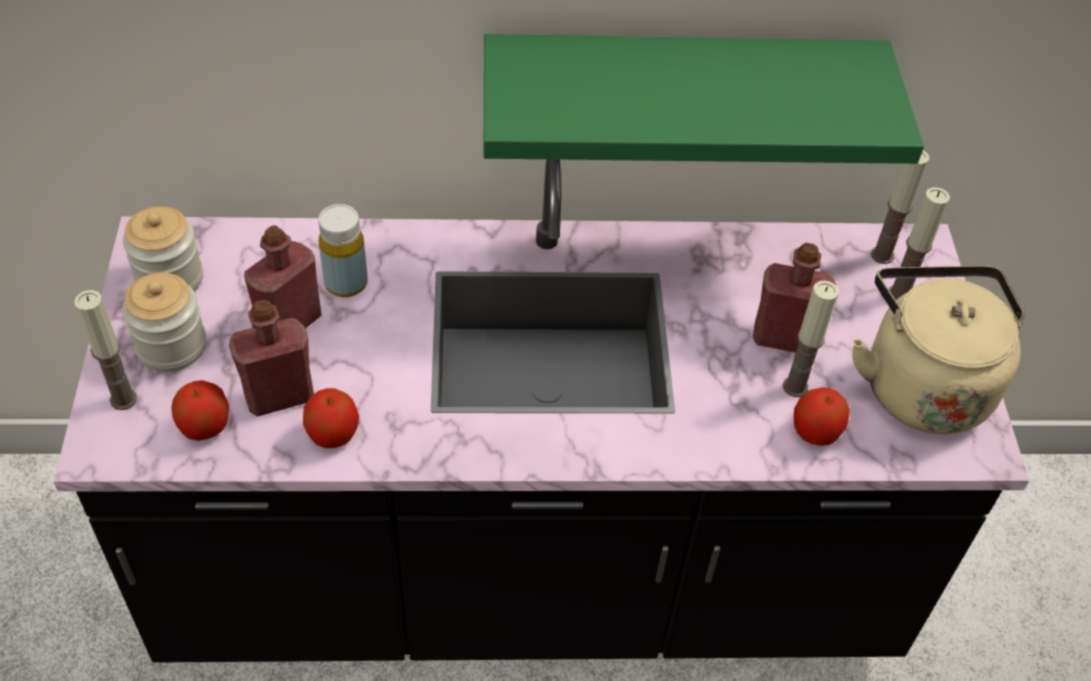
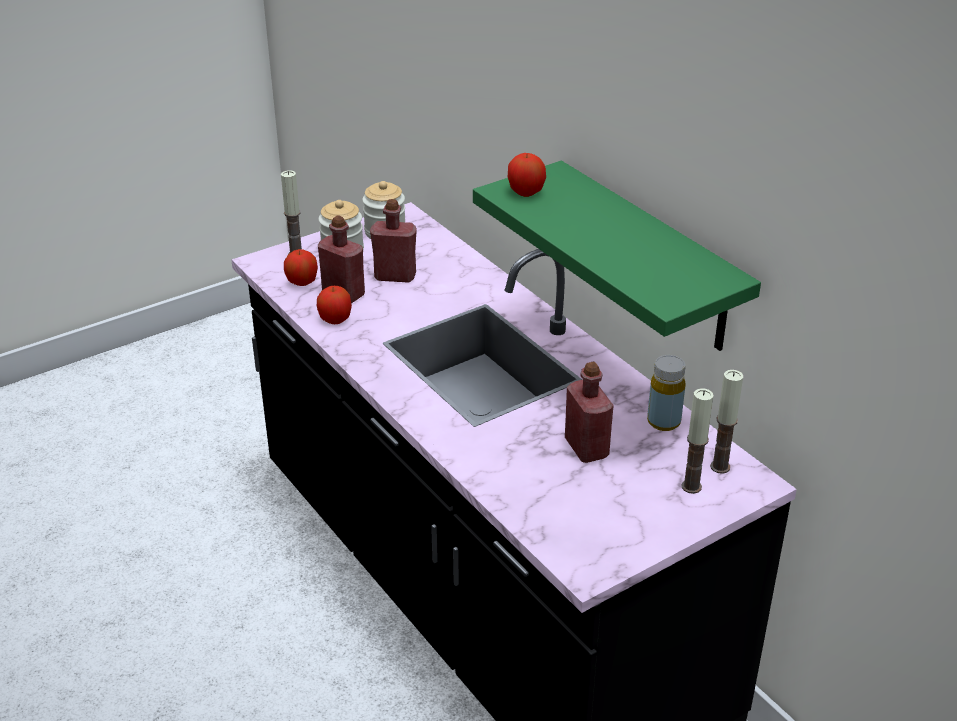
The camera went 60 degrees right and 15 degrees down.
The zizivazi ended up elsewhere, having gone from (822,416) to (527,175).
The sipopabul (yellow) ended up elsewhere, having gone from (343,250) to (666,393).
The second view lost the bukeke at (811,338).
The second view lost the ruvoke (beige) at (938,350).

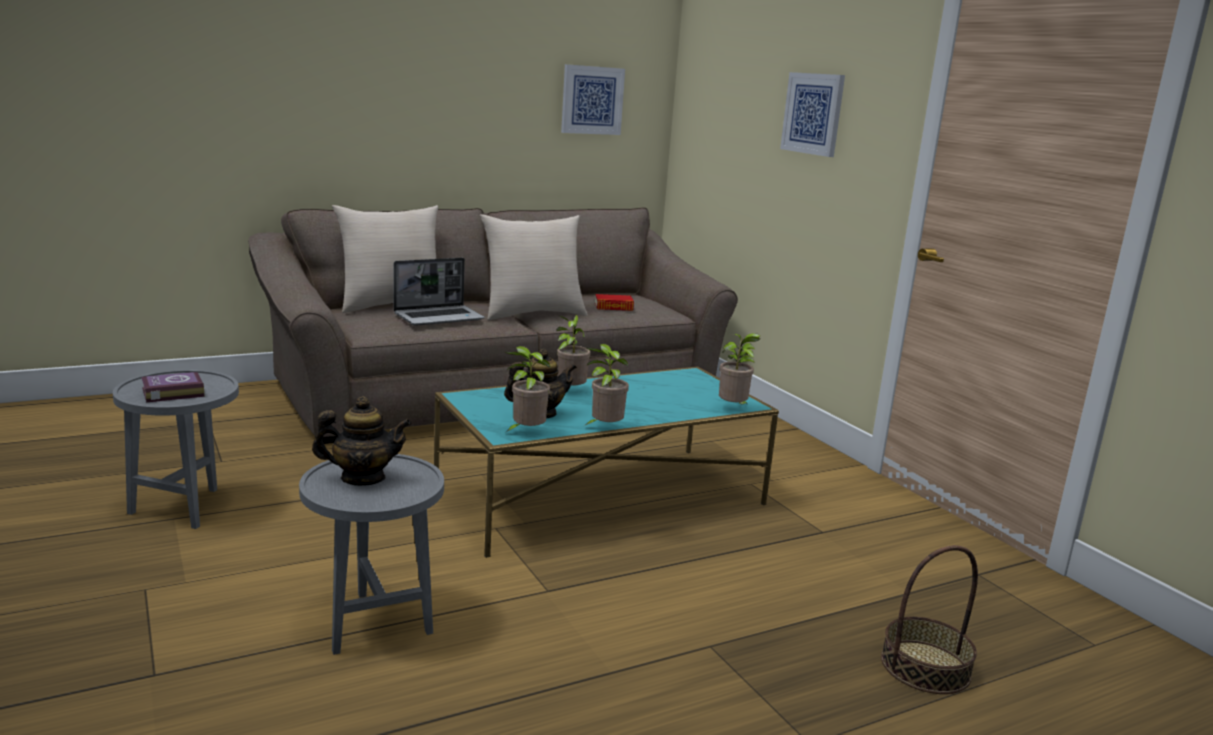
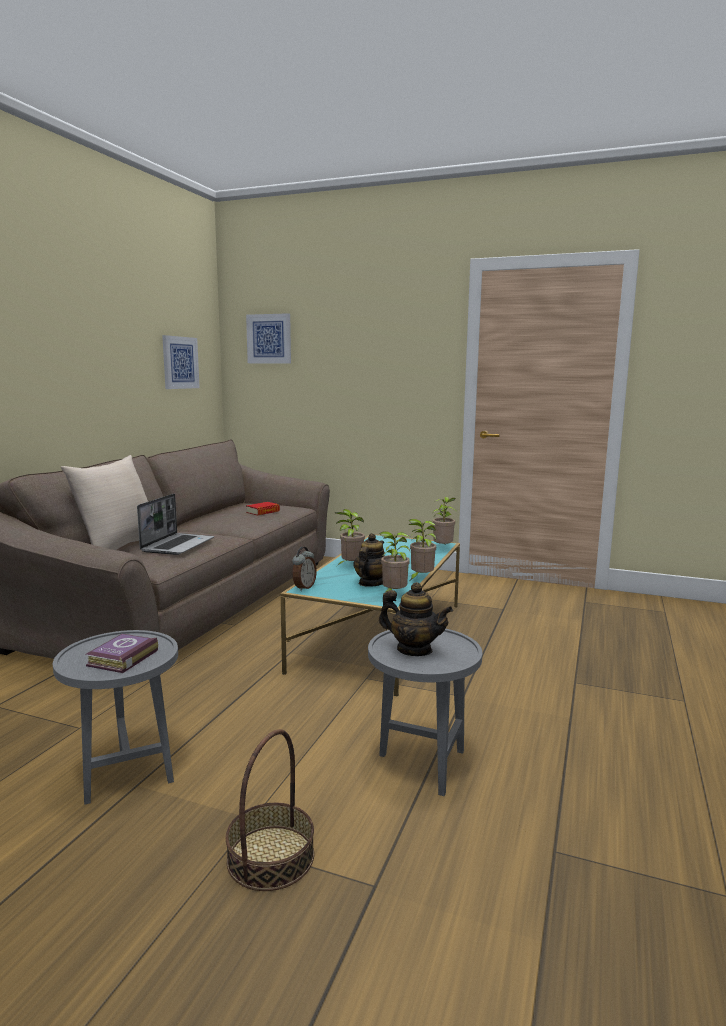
The camera went 40 degrees left and 5 degrees down.
The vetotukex ended up elsewhere, having gone from (929,619) to (270,810).
The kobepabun ended up elsewhere, having gone from (812,114) to (268,338).
The second view gained the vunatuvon at (304,569).
The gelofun at (361,441) ended up facing another way, 75 degrees clockwise from before.
The second view lost the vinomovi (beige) at (534,267).

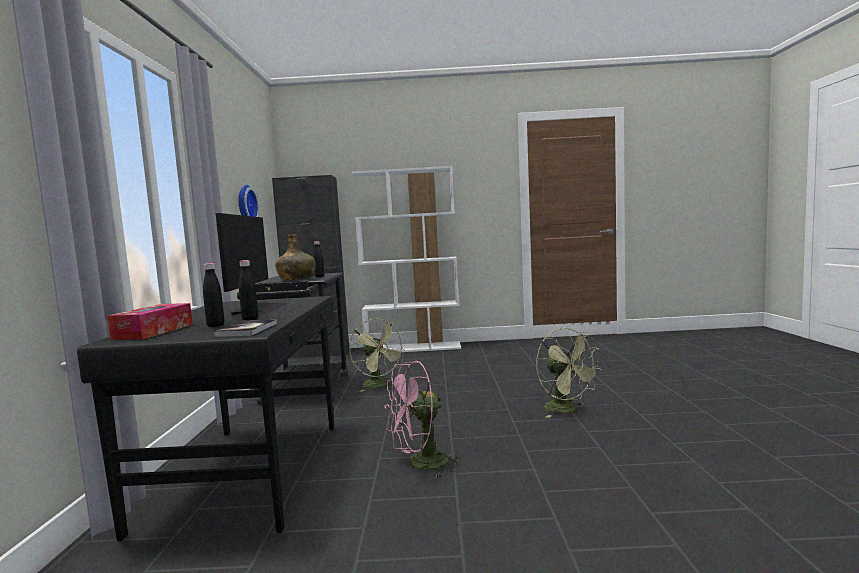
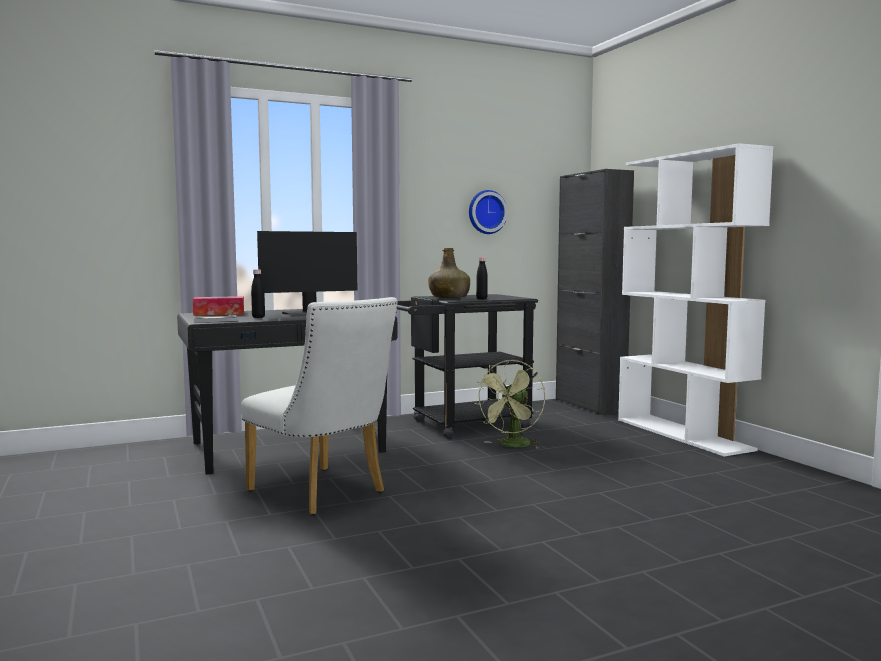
The camera went 65 degrees right and 0 degrees up.
Where the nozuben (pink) stood at (423,419), the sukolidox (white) came to stand at (319,406).
The second view lost the sipopabul (black) at (214,295).
The second view lost the nozuben (green) at (569,373).

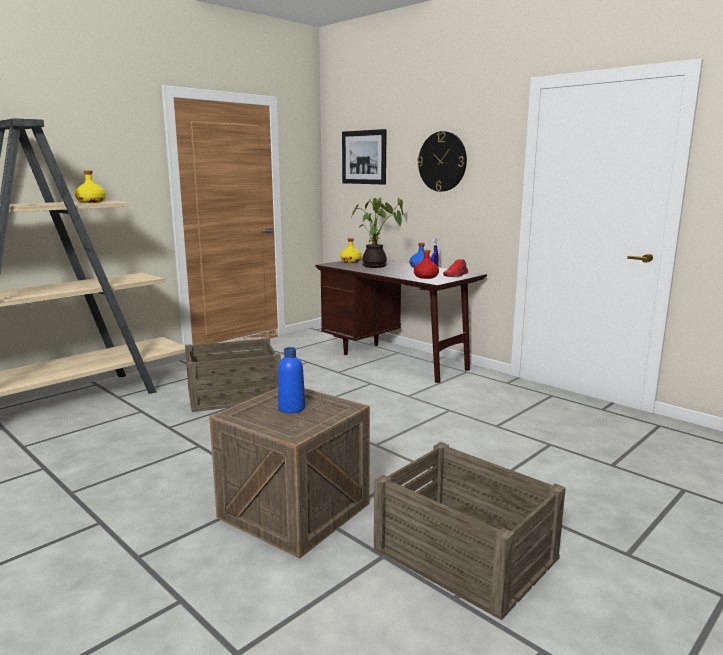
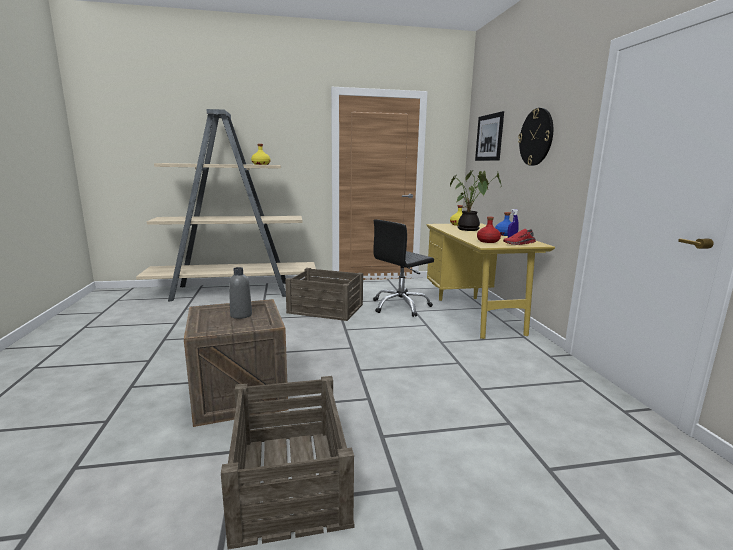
The camera went 35 degrees right and 0 degrees up.
What was the sipopabul (blue) at (291,380) turned into the sipopabul (grey) at (240,293).
The second view gained the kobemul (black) at (403,268).
What was the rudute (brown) at (401,320) turned into the rudute (yellow) at (491,281).

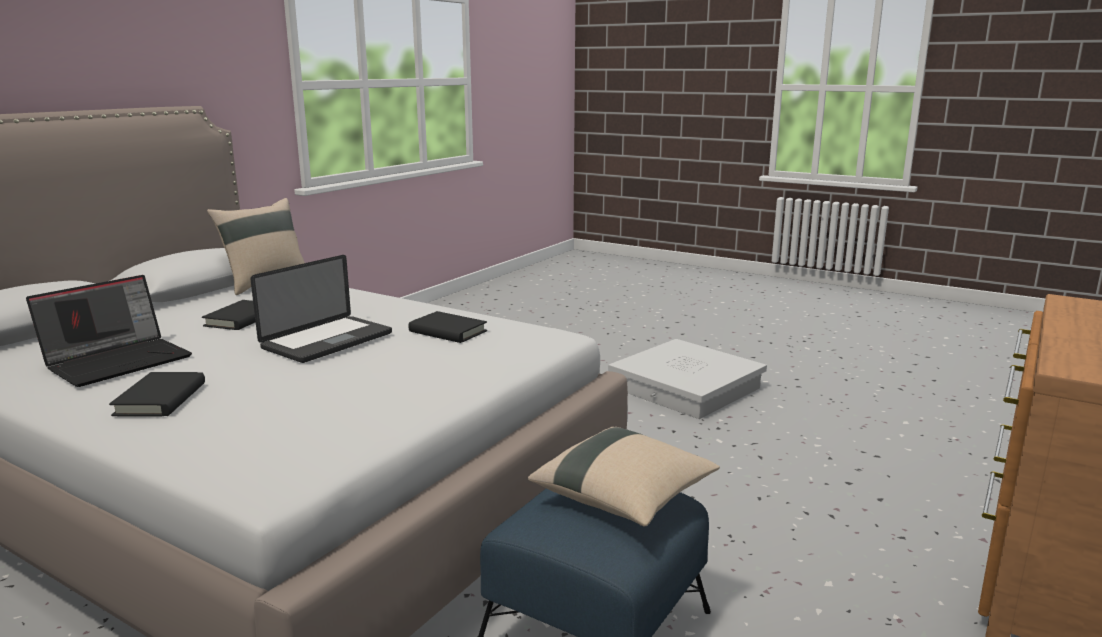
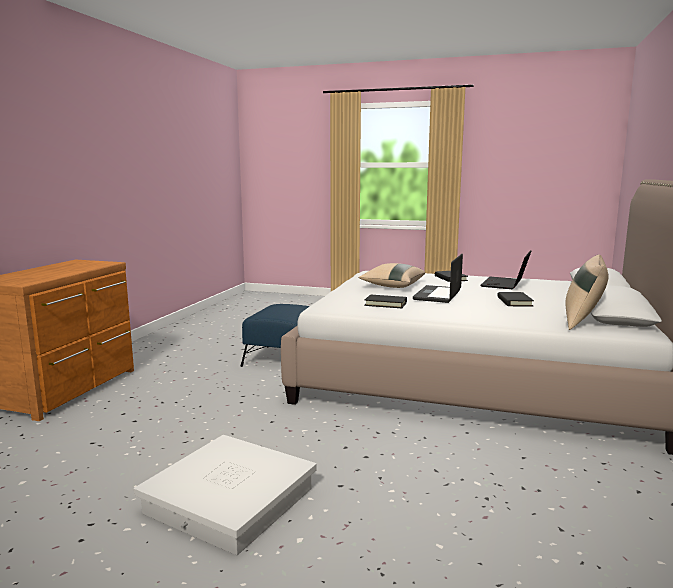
The camera went 165 degrees right and 5 degrees down.
The vinomovi (beige) ended up elsewhere, having gone from (624,476) to (392,275).

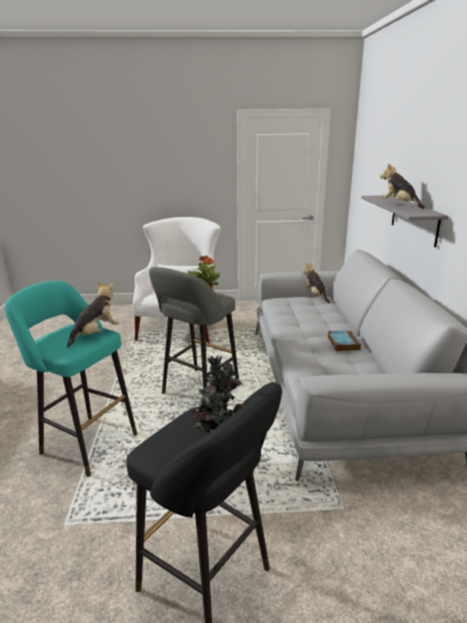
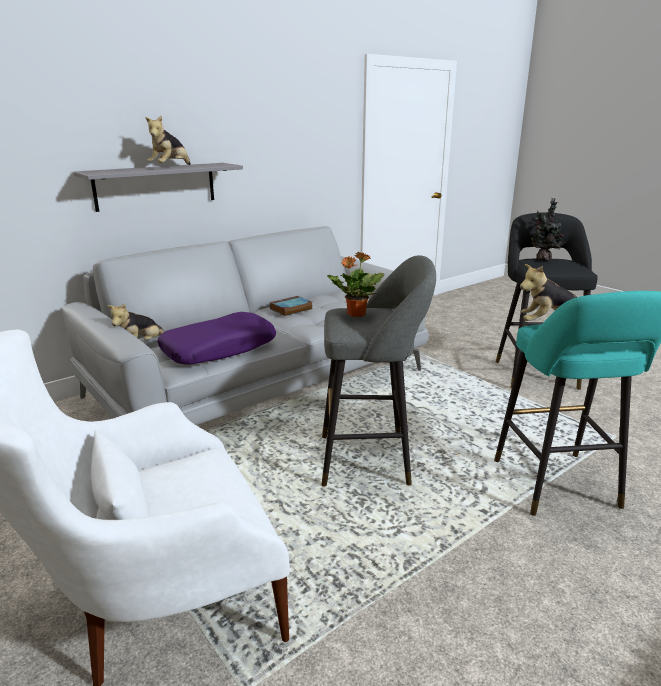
The camera went 125 degrees left and 0 degrees up.
The second view gained the vinomovi (purple) at (216,338).

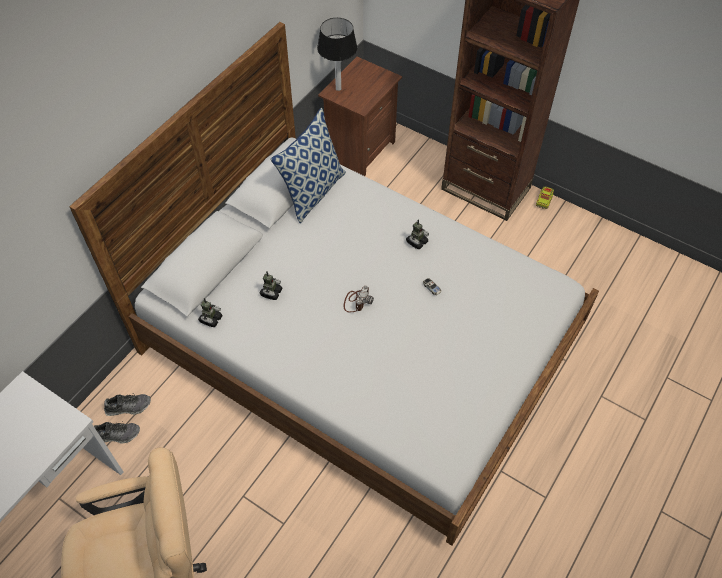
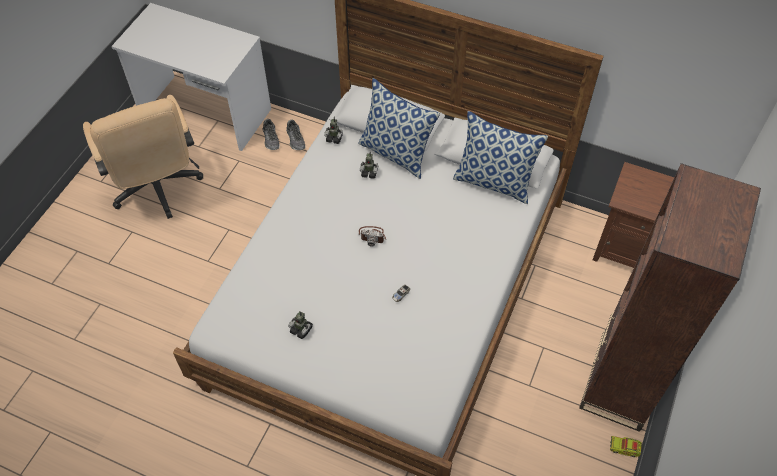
The camera went 80 degrees right and 0 degrees up.
The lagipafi ended up elsewhere, having gone from (417,234) to (300,325).
The second view gained the vinomovi at (399,128).
The second view lost the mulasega at (337,54).

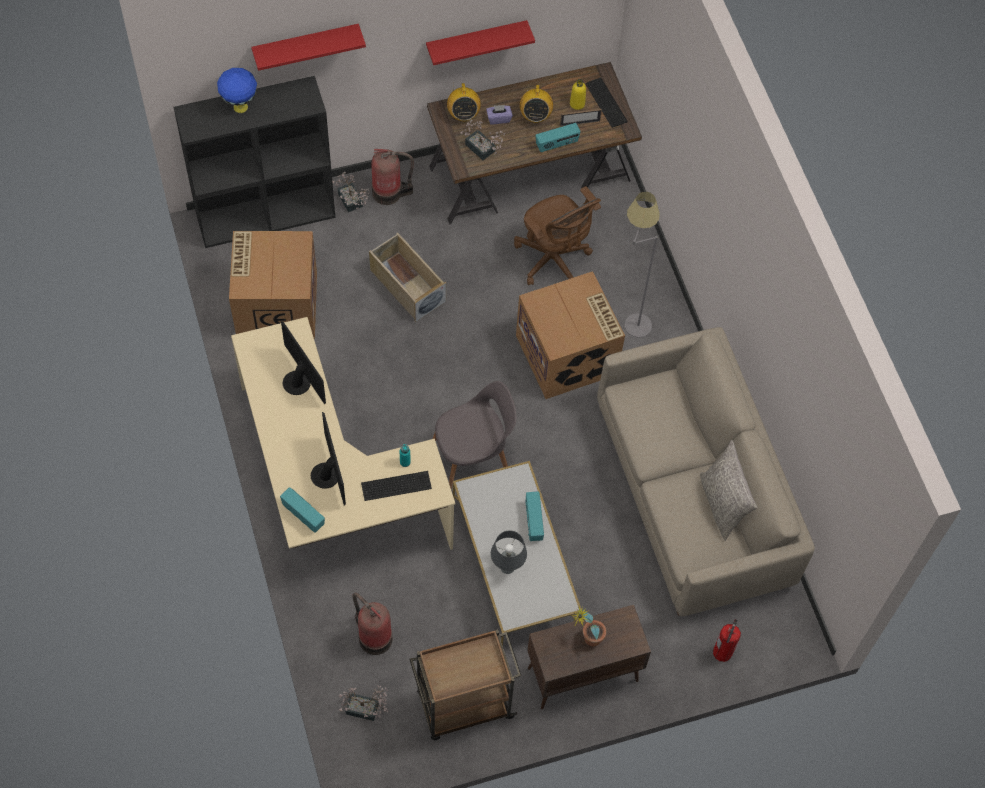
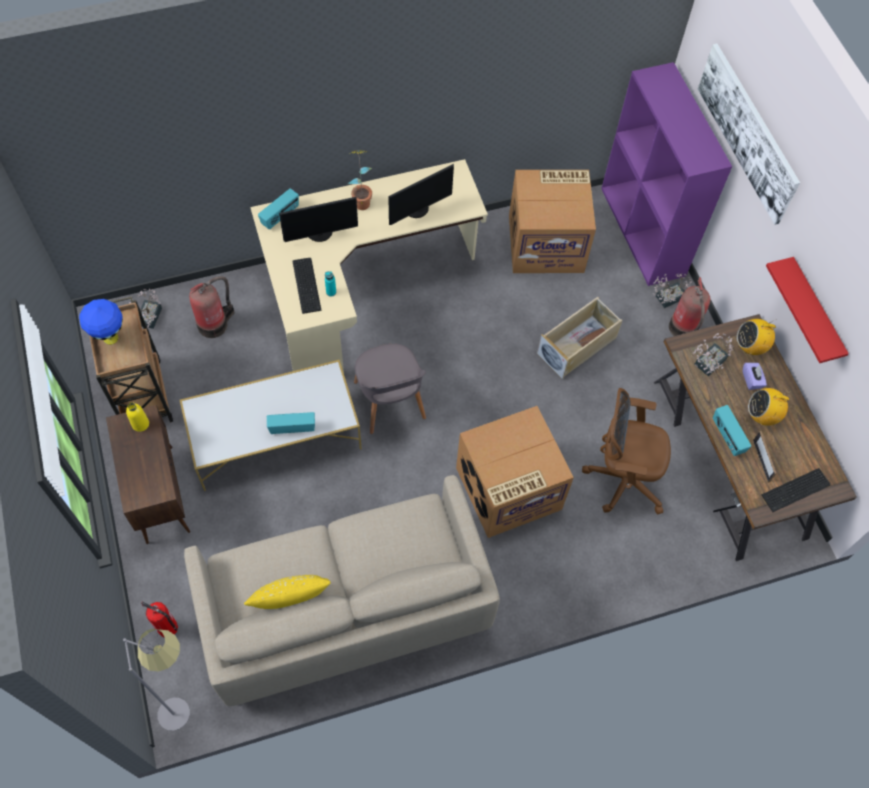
The camera went 90 degrees right and 0 degrees up.
The mulasega (blue) ended up elsewhere, having gone from (237,90) to (101,322).
The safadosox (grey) ended up elsewhere, having gone from (642,265) to (156,680).
The sipopabul (yellow) ended up elsewhere, having gone from (578,94) to (137,417).
What was the vinomovi (grey) at (728,490) turned into the vinomovi (yellow) at (287,592).
The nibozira ended up elsewhere, having gone from (589,626) to (360,180).
The kobemul (brown) at (557,235) ended up facing another way, 45 degrees clockwise from before.
What was the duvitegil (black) at (254,162) turned into the duvitegil (purple) at (666,174).
Where the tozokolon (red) hung at (308,47), the kobepabun came to hang at (749,134).
The second view lost the mulasega (grey) at (509,552).

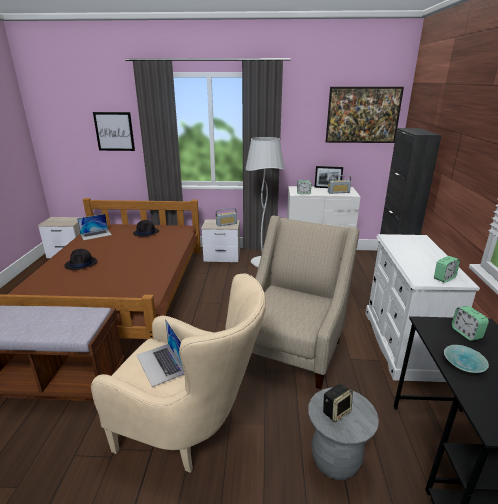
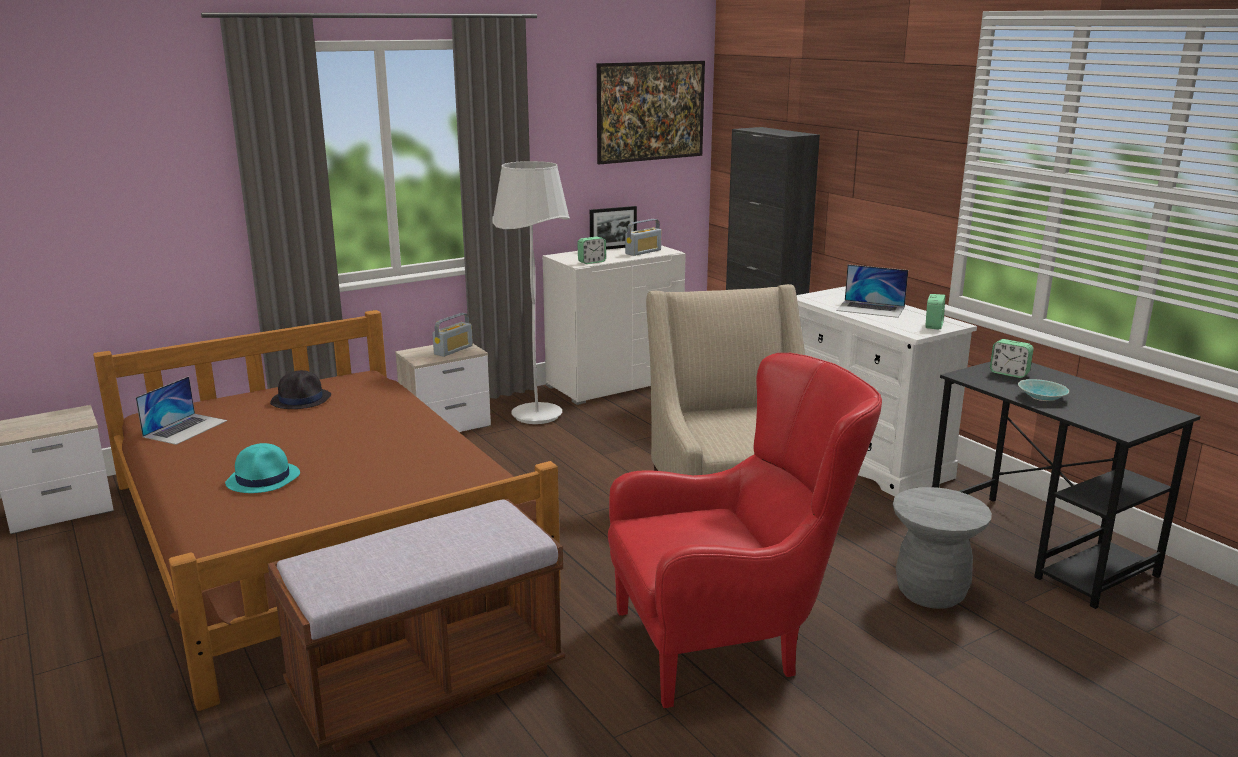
The camera went 35 degrees left and 5 degrees down.
What was the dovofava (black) at (80,259) turned into the dovofava (turquoise) at (262,468).
What was the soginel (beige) at (178,373) turned into the soginel (red) at (745,530).
The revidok ended up elsewhere, having gone from (160,353) to (872,291).
The second view lost the kobepabun at (114,131).
The second view lost the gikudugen at (338,403).

